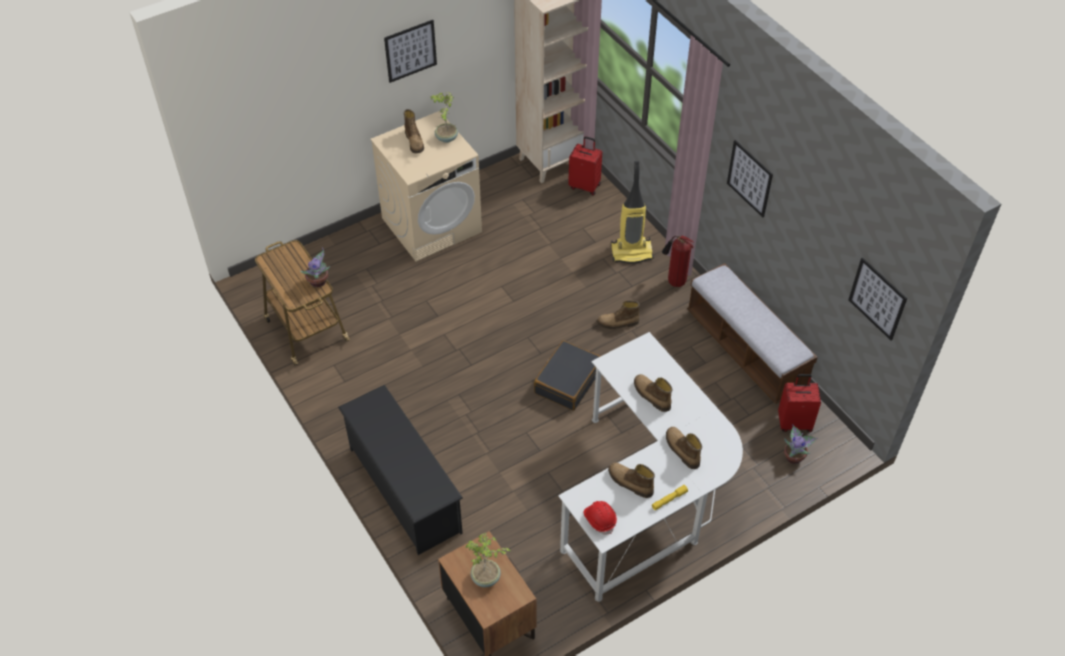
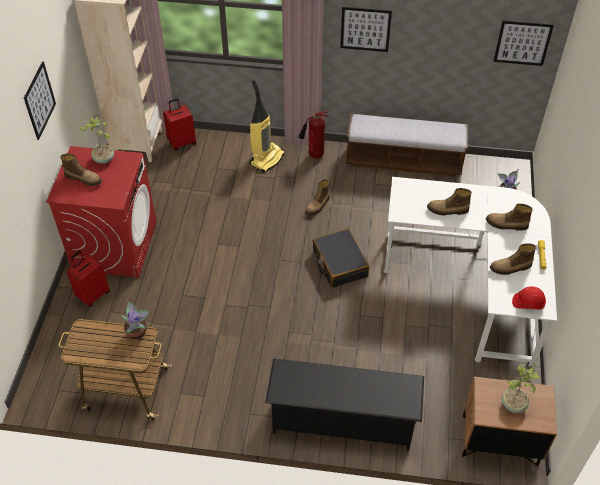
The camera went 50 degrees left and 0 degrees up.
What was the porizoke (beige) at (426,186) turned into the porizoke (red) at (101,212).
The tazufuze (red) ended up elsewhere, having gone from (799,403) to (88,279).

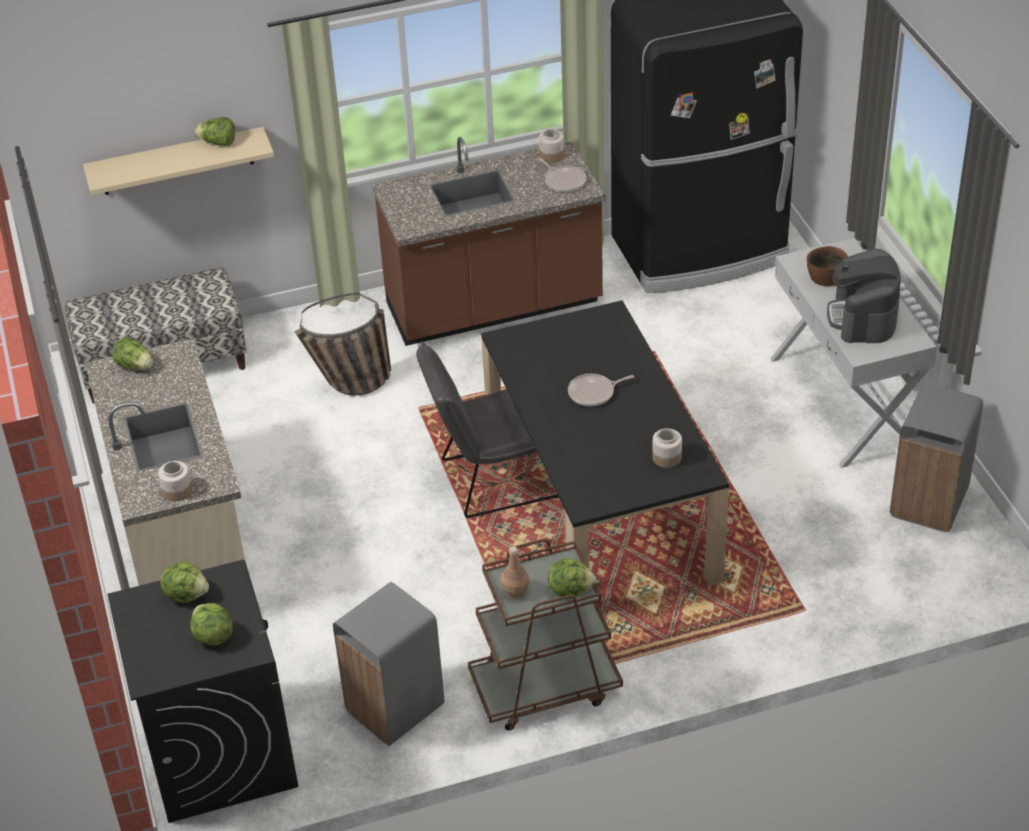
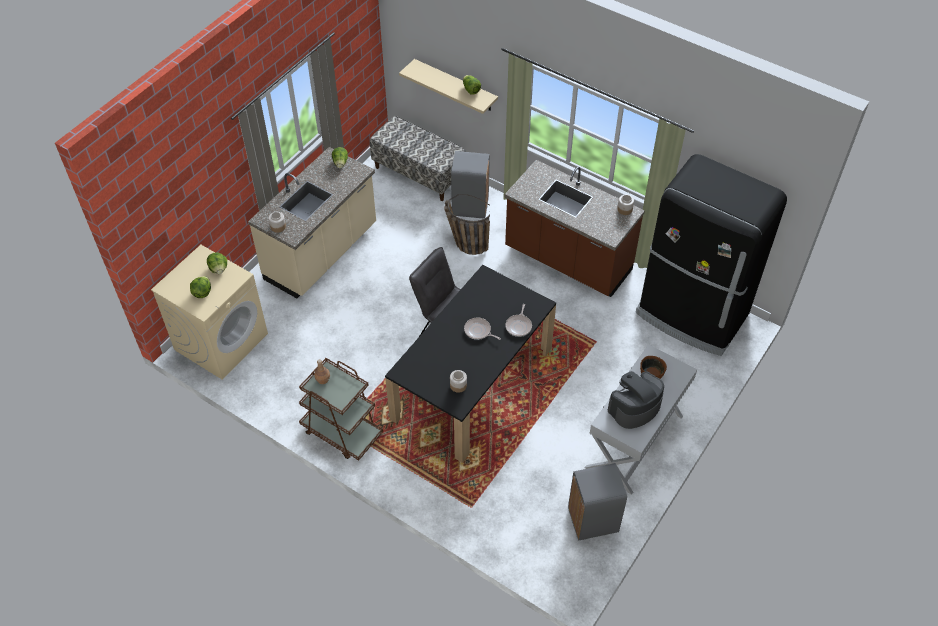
The camera went 50 degrees right and 10 degrees up.
What was the porizoke (black) at (202,691) turned into the porizoke (beige) at (209,312).
The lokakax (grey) ended up elsewhere, having gone from (388,664) to (470,185).
The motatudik ended up elsewhere, having gone from (562,175) to (518,320).
The second view lost the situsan at (572,577).

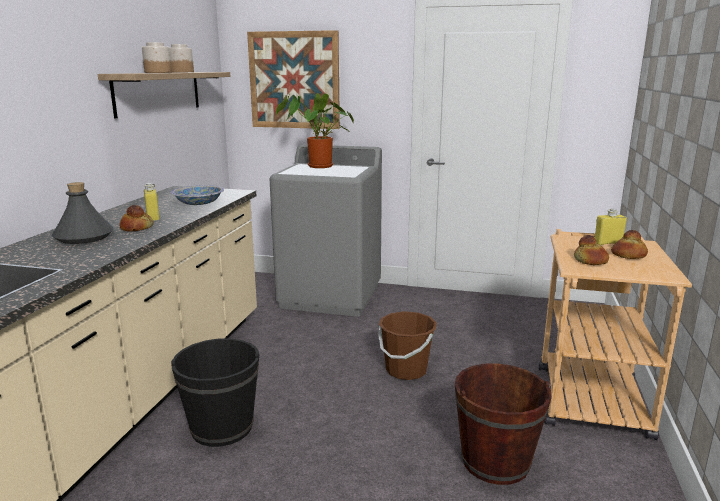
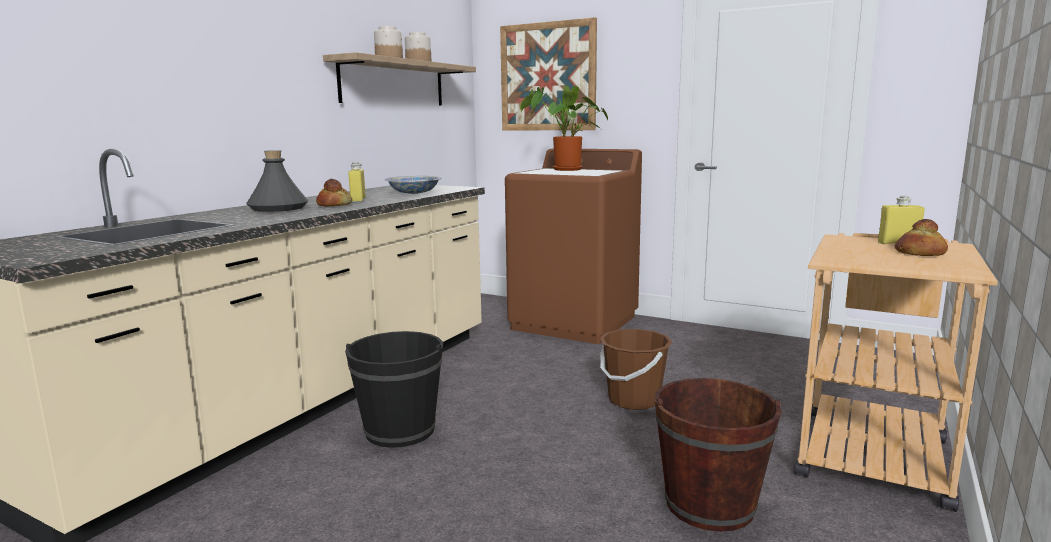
The camera went 15 degrees right and 5 degrees down.
What was the porizoke (grey) at (326,230) turned into the porizoke (brown) at (573,246).
The second view lost the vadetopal at (591,250).

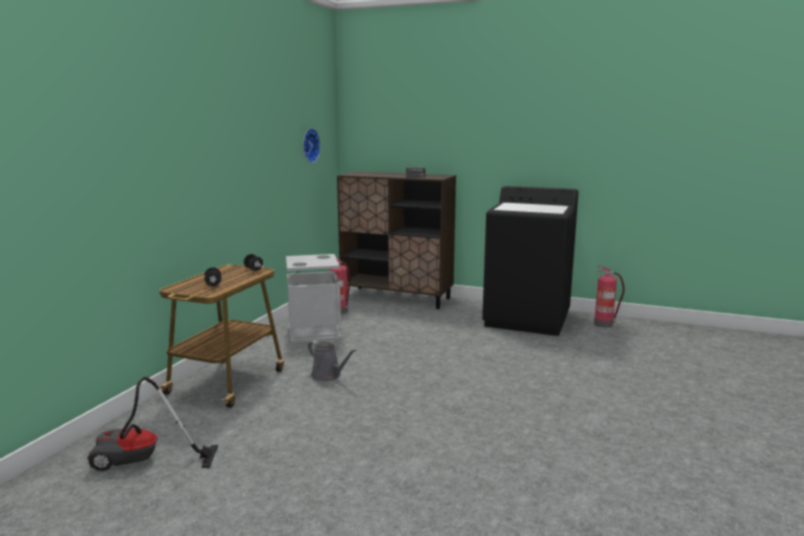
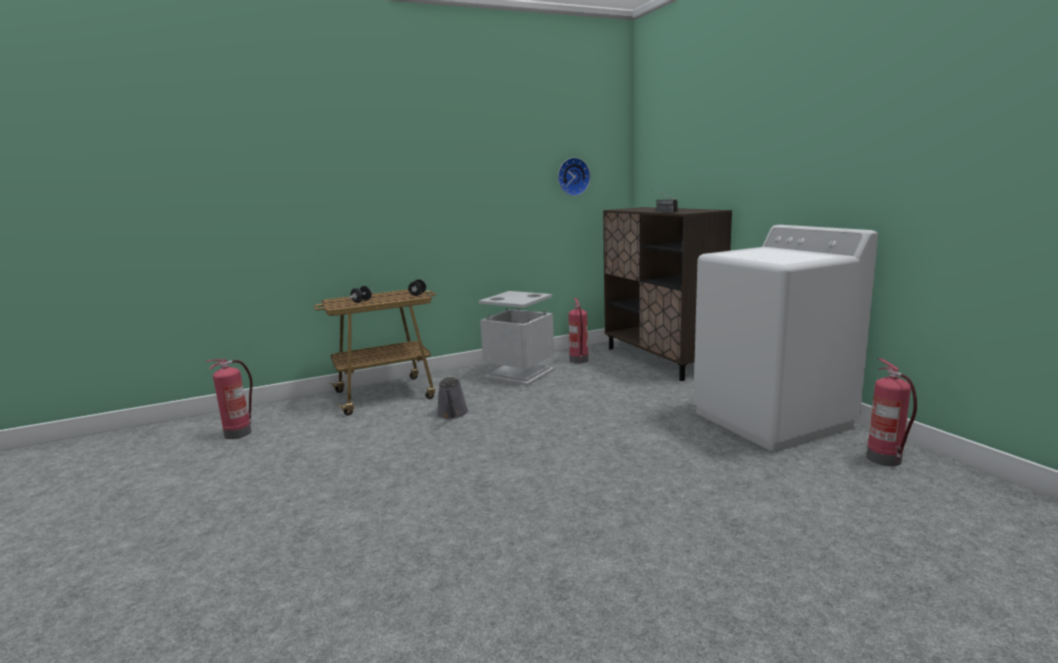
The camera went 45 degrees right and 0 degrees up.
Where the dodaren stood at (152,424), the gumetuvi came to stand at (229,399).
What was the porizoke (black) at (530,261) turned into the porizoke (white) at (785,338).

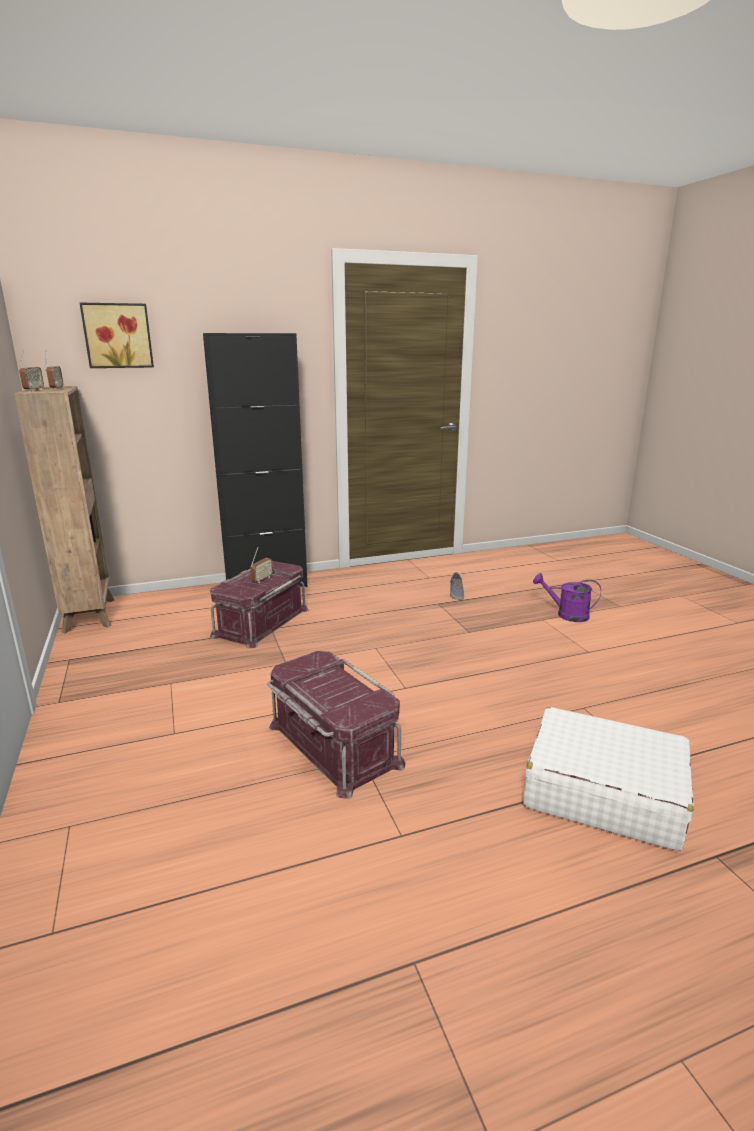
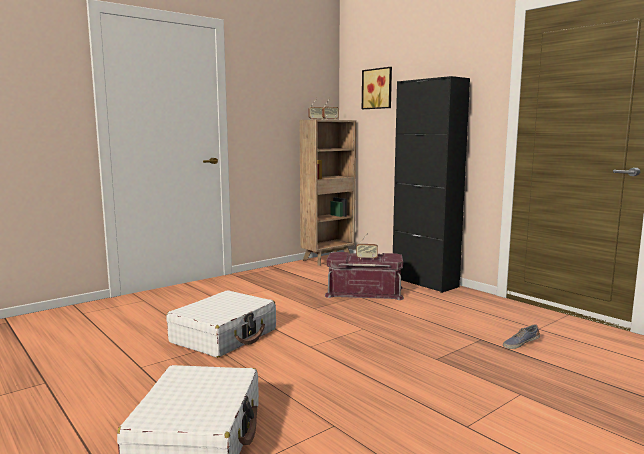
The camera went 70 degrees right and 10 degrees down.
Where the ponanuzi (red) stood at (336,725), the tazufuze (white) came to stand at (221,324).
The second view lost the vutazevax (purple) at (567,597).

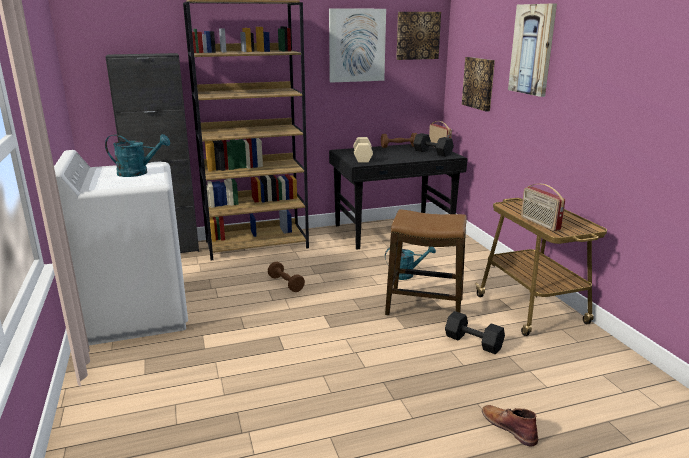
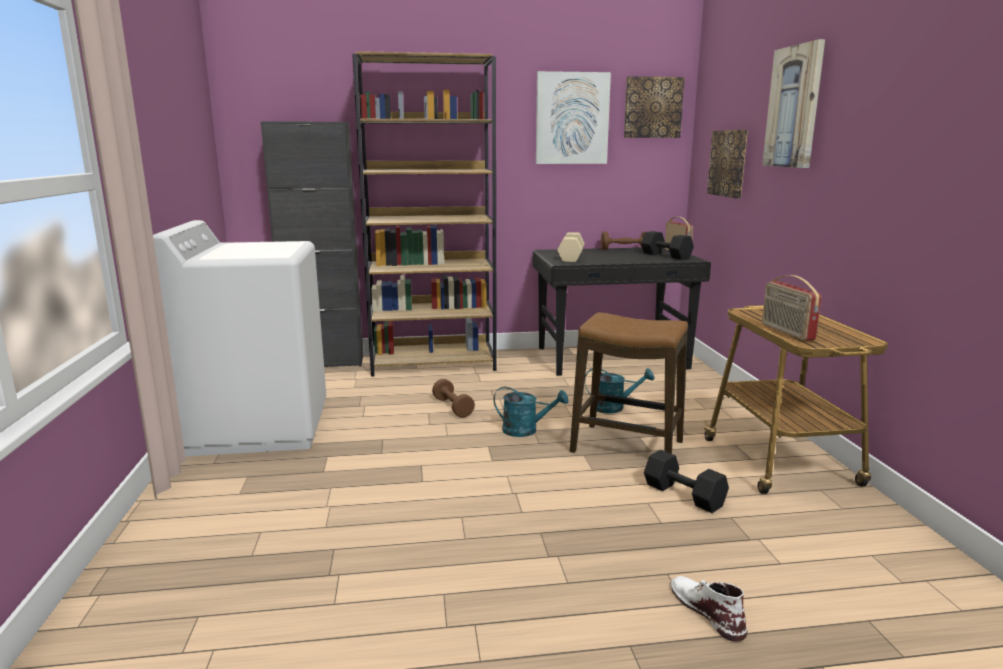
The camera went 10 degrees right and 5 degrees down.
The vutazevax (turquoise) ended up elsewhere, having gone from (137,155) to (531,412).
What was the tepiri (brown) at (510,426) turned into the tepiri (white) at (708,608).

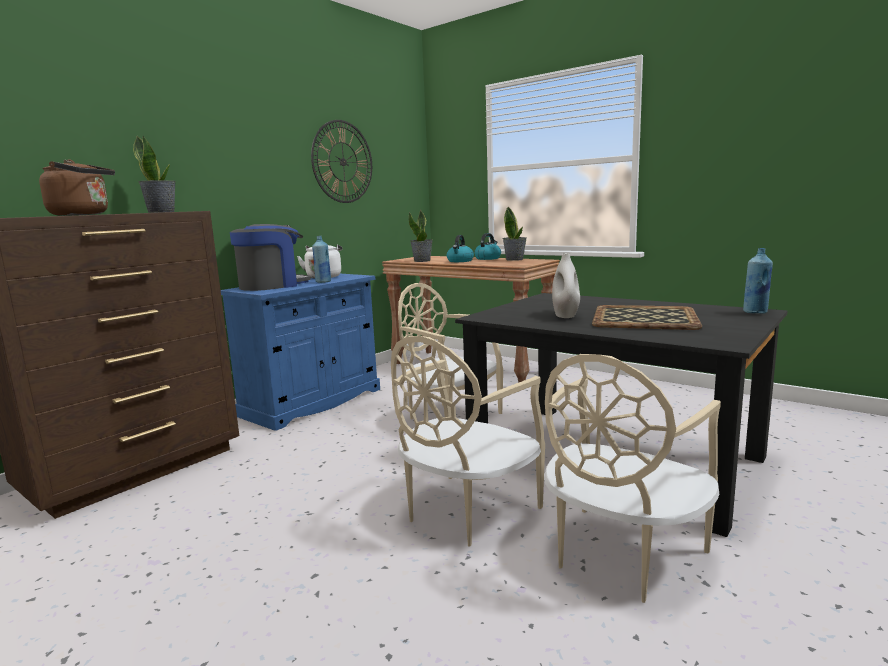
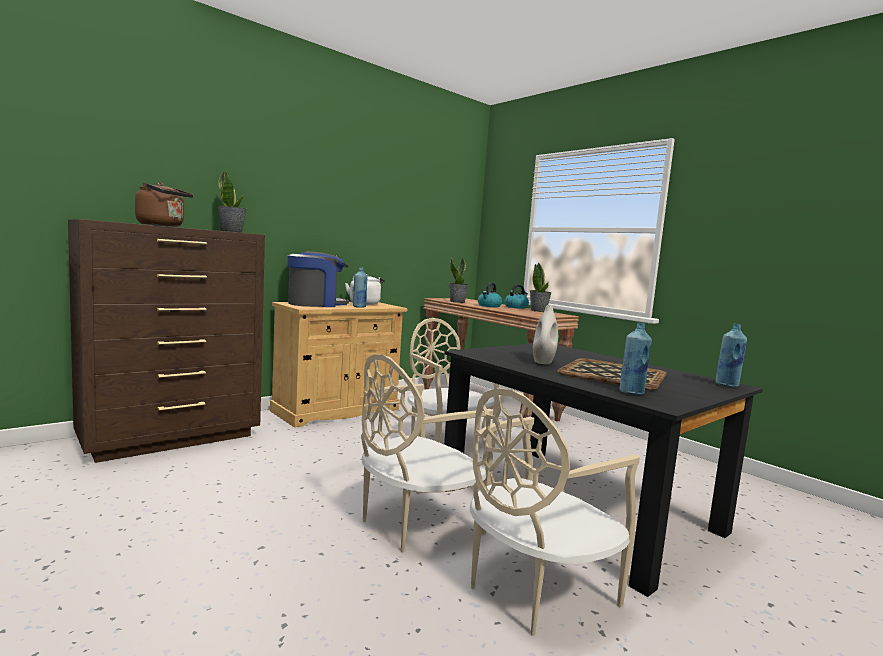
The camera went 10 degrees right and 5 degrees down.
What was the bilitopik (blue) at (300,352) turned into the bilitopik (beige) at (338,364).
The second view gained the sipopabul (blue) at (635,359).
The second view lost the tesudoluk at (341,161).

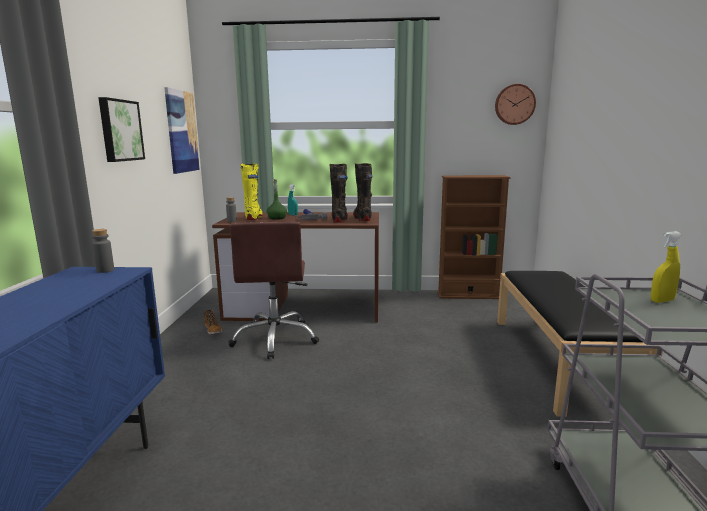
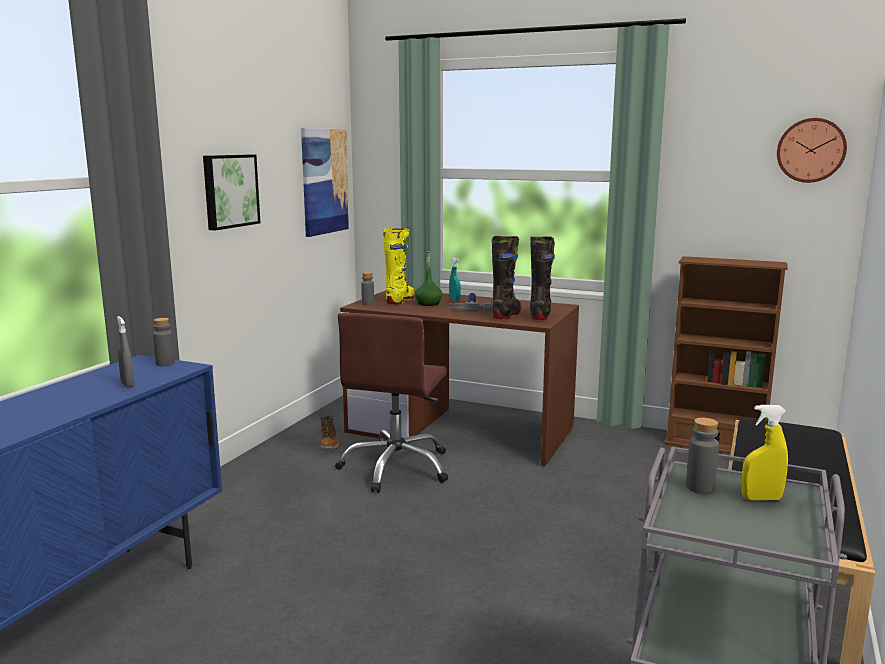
The camera went 20 degrees right and 0 degrees up.
The second view gained the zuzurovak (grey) at (126,352).
The second view gained the sipopabul (grey) at (702,455).

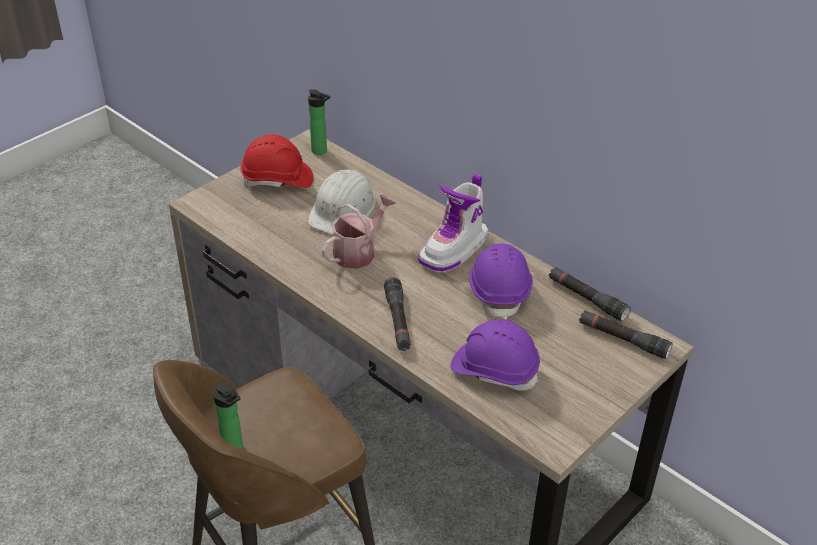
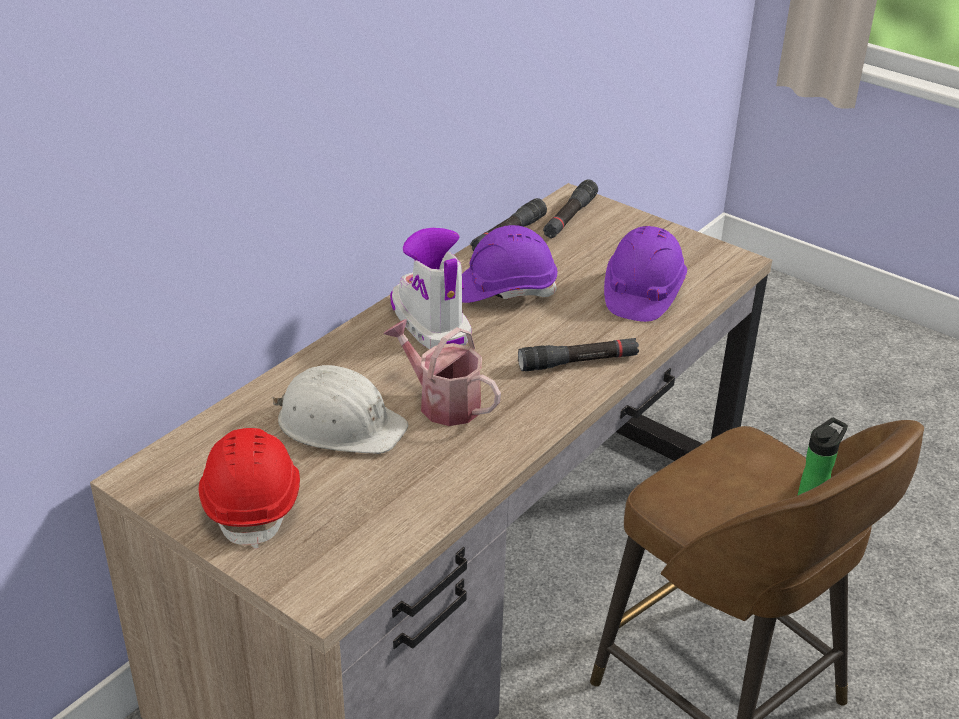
The camera went 95 degrees left and 5 degrees down.
The tepiri at (453,223) ended up facing another way, 150 degrees counterclockwise from before.
The second view lost the sipopabul at (319,122).

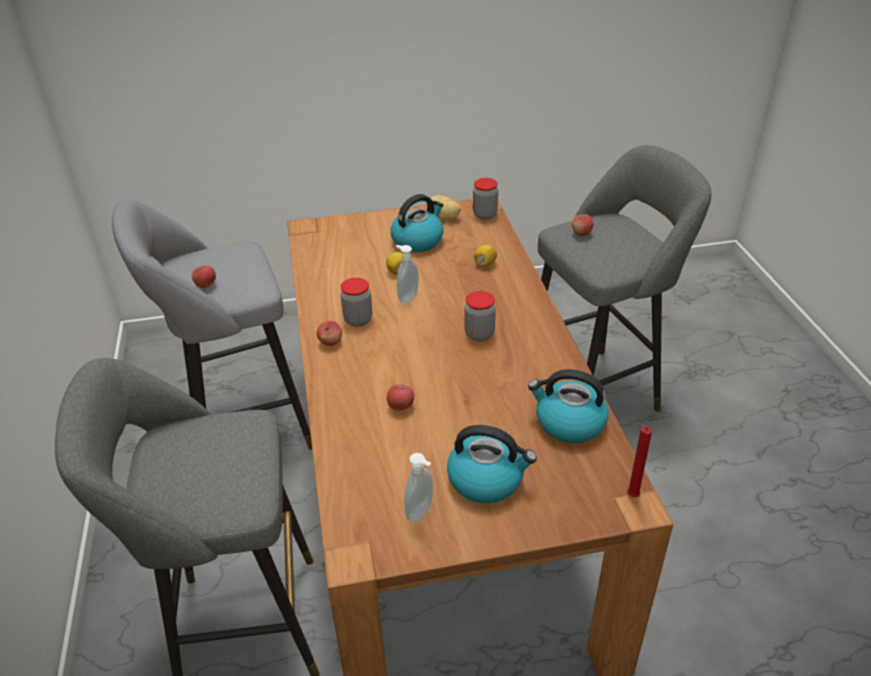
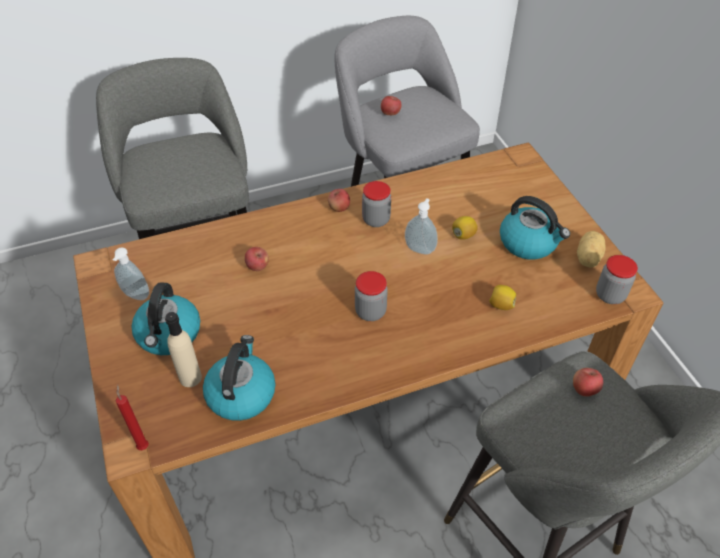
The camera went 80 degrees right and 10 degrees up.
The second view gained the sipopabul (beige) at (183,349).

